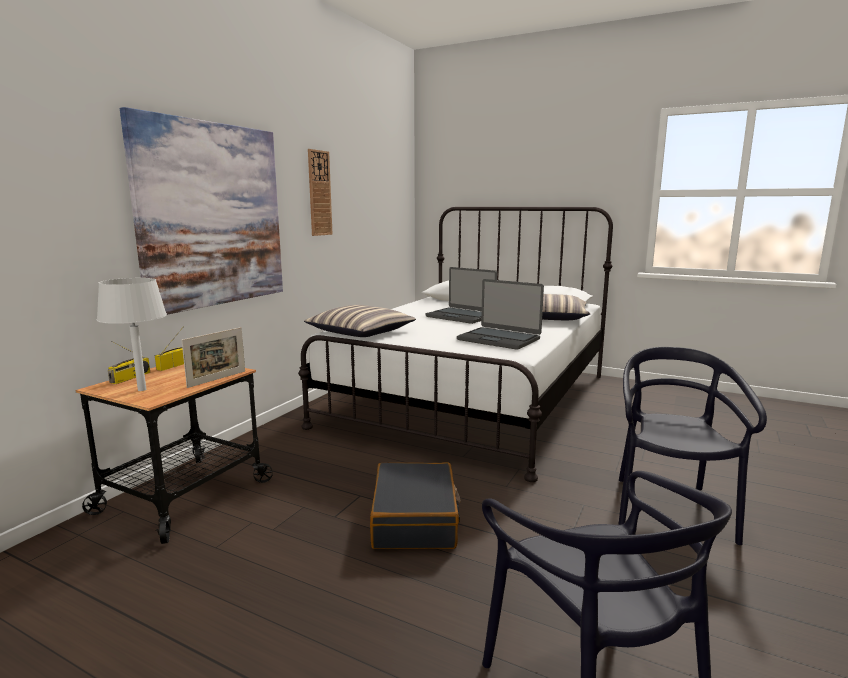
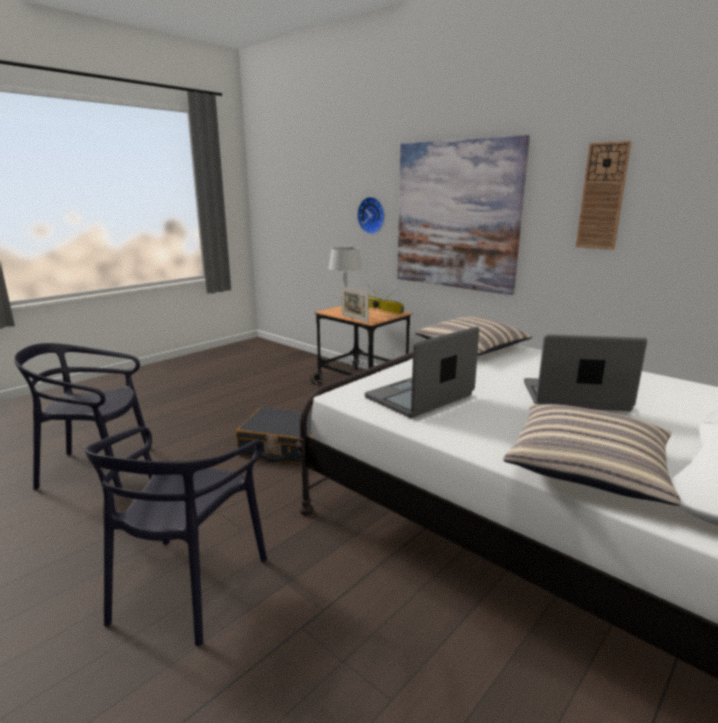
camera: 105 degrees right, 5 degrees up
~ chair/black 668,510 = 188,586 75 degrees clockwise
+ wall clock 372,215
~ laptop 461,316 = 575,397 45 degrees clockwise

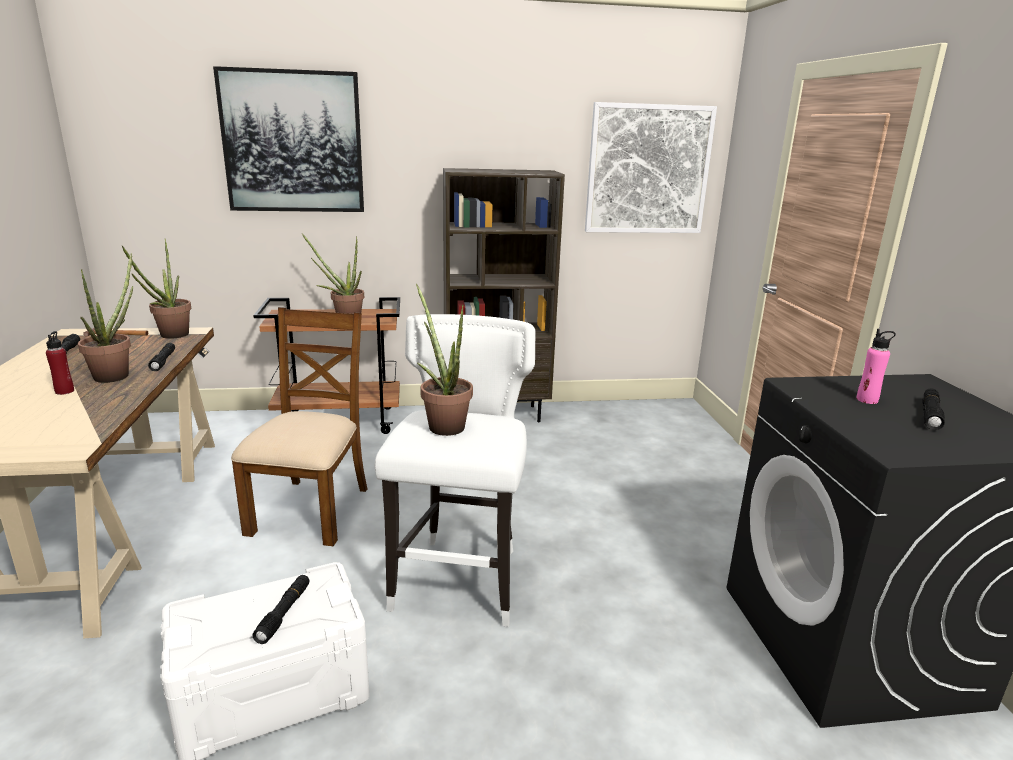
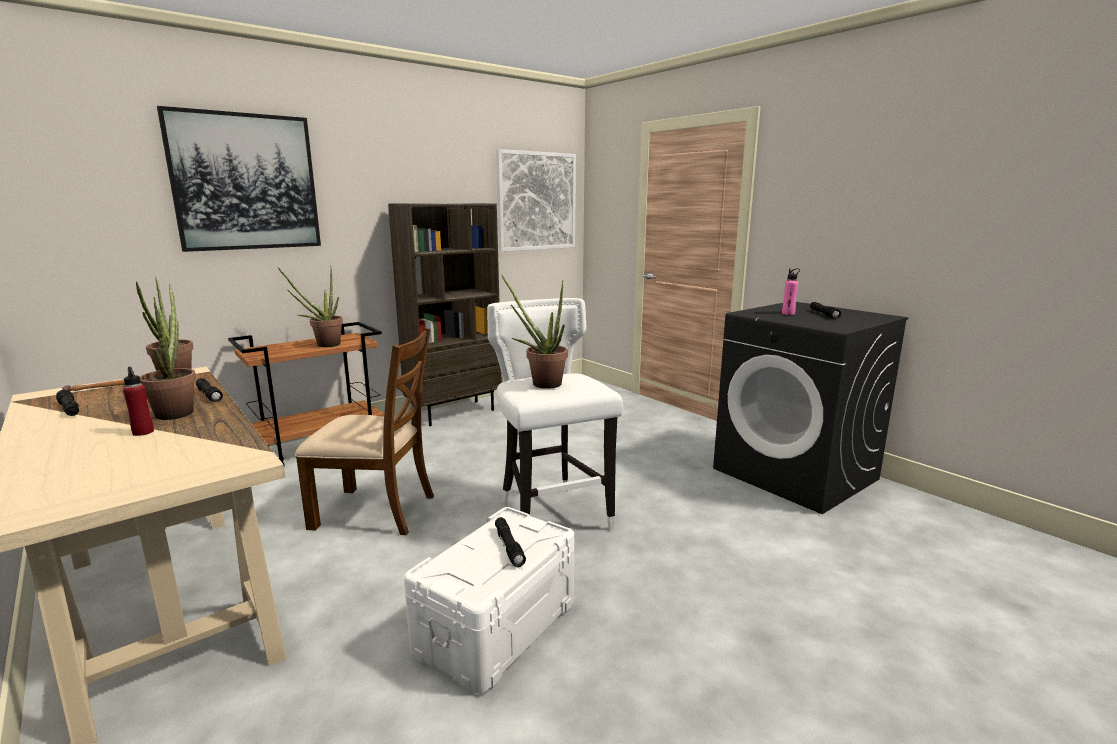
camera: 30 degrees left, 5 degrees down
~ chair/brown 311,510 = 376,511 120 degrees clockwise

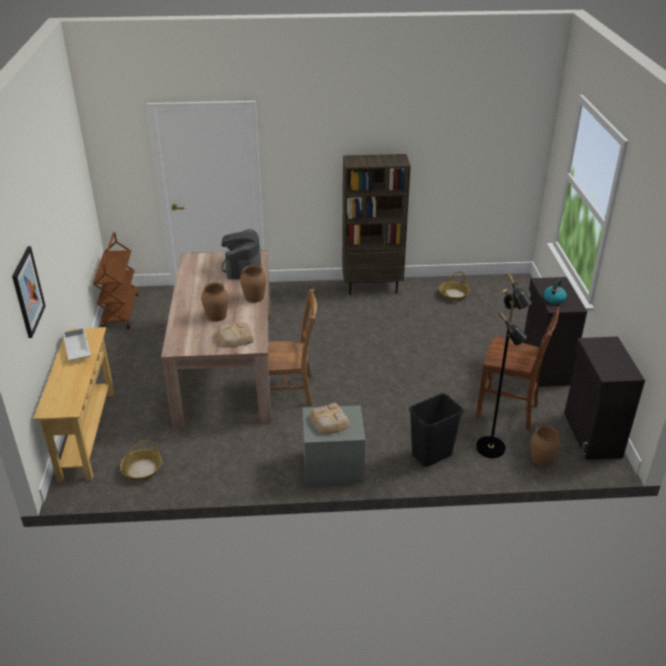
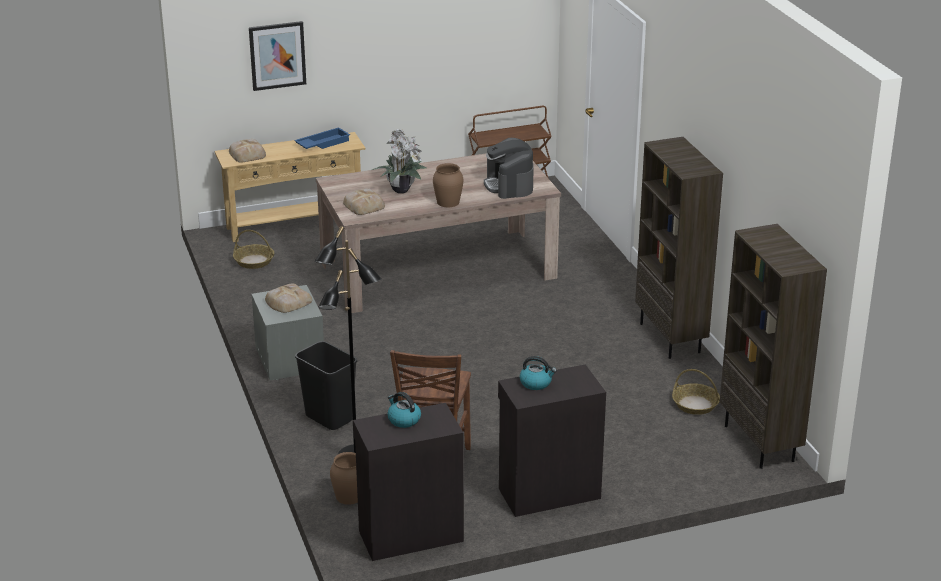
camera: 75 degrees right, 5 degrees down
+ bread 247,154
~ tray/white 76,348 to tray/blue 322,143
~ vase/brown 216,316 to potted plant 400,189
+ kettle 403,420
~ coffee machine 242,268 = 509,185 90 degrees counterclockwise
+ bookcase/brown 760,443
- chair/brown 290,390

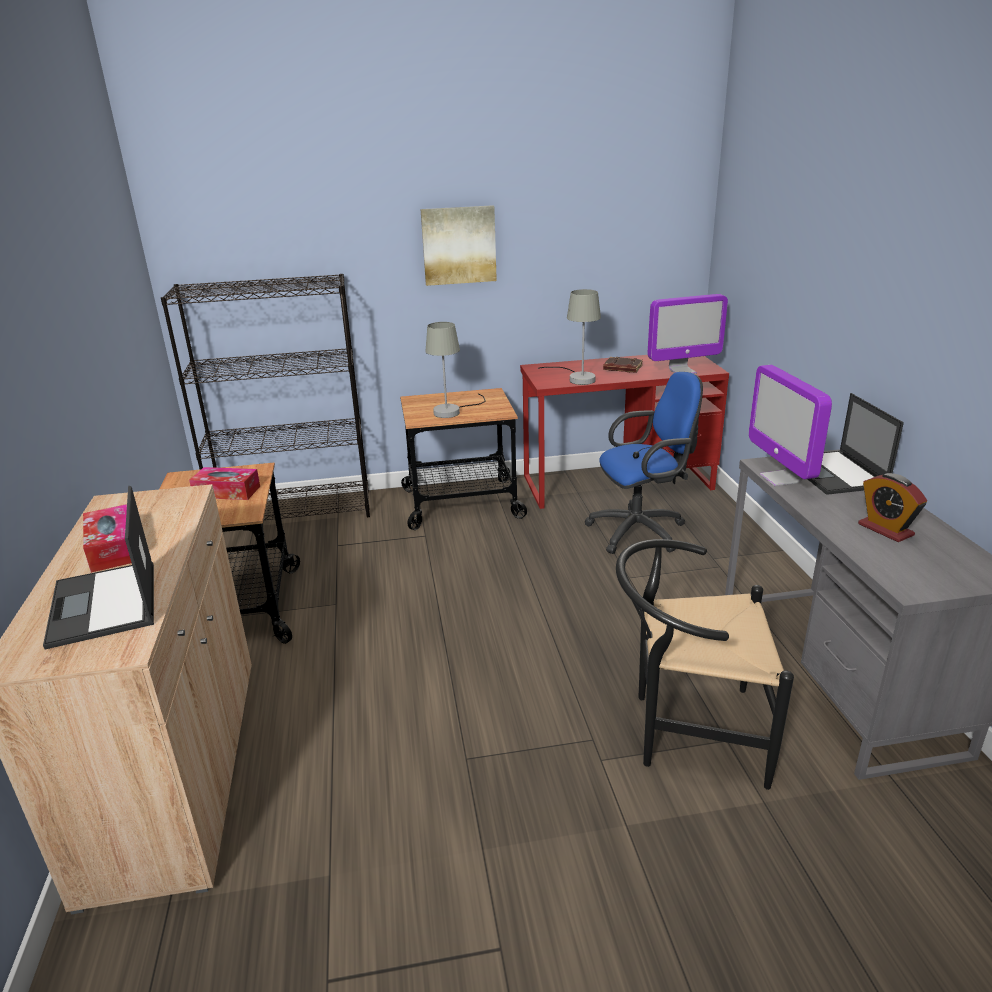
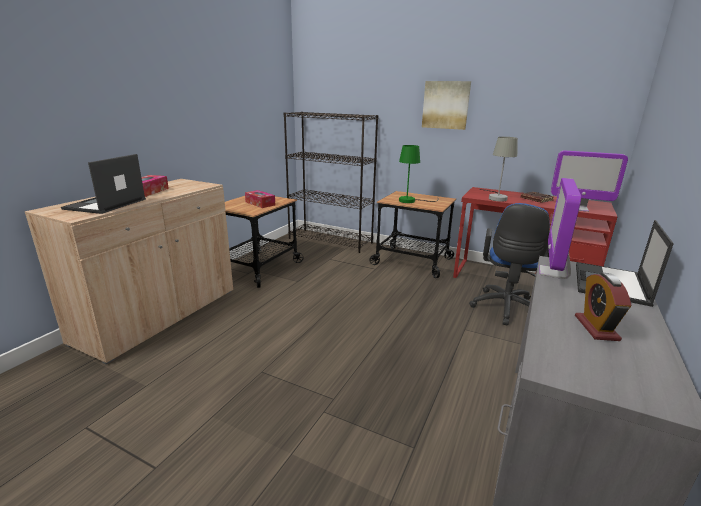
camera: 35 degrees right, 5 degrees down
~ table lamp/grey 453,411 to table lamp/green 411,201
~ office chair/blue 642,531 = 505,309 90 degrees clockwise
- chair/black 686,731

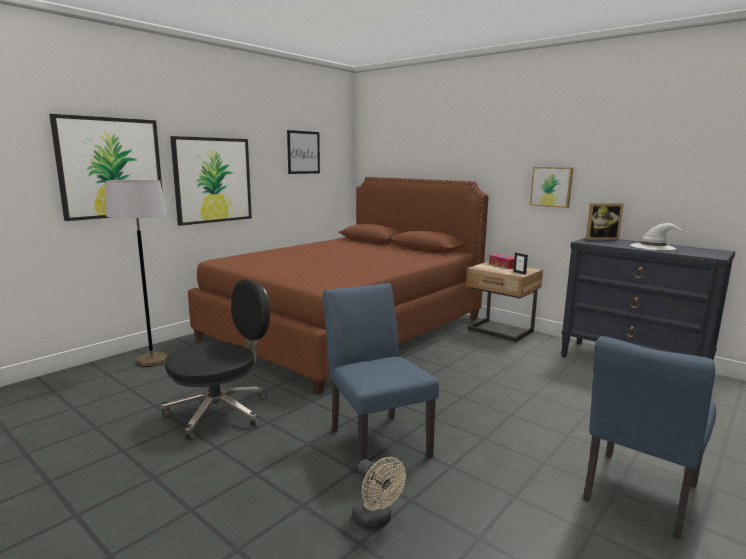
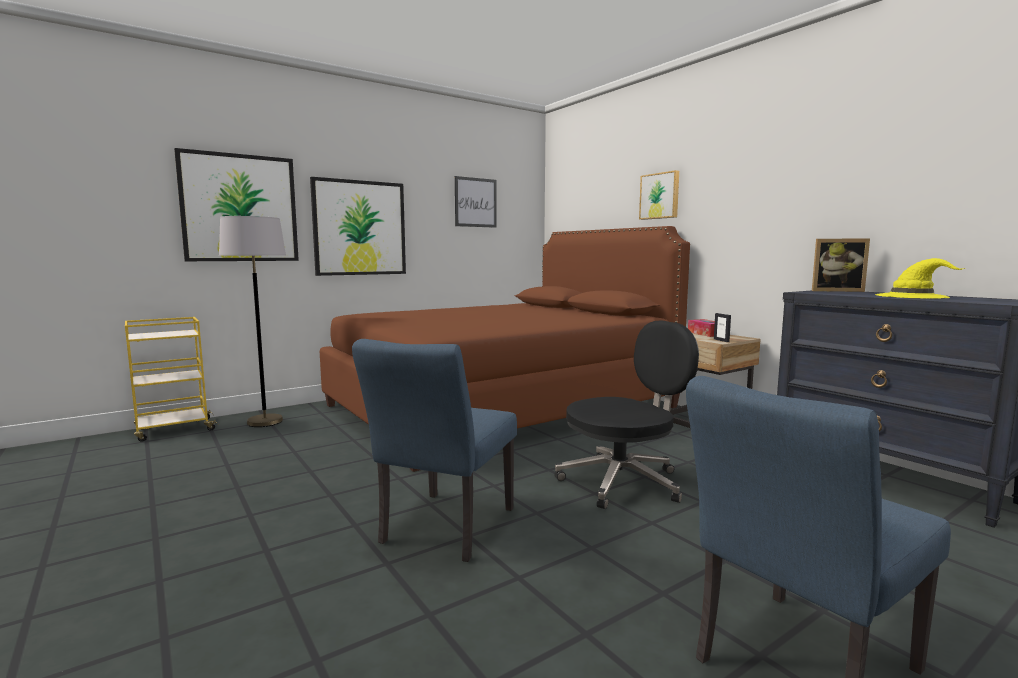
camera: 15 degrees right, 5 degrees down
+ cart/yellow 173,430
~ chair/blue 376,439 = 443,530 150 degrees counterclockwise
~ office chair/black 220,412 to 623,482
~ picture 551,186 to 660,196
~ hat/white 653,247 to hat/yellow 912,296
- fan/beige 376,520

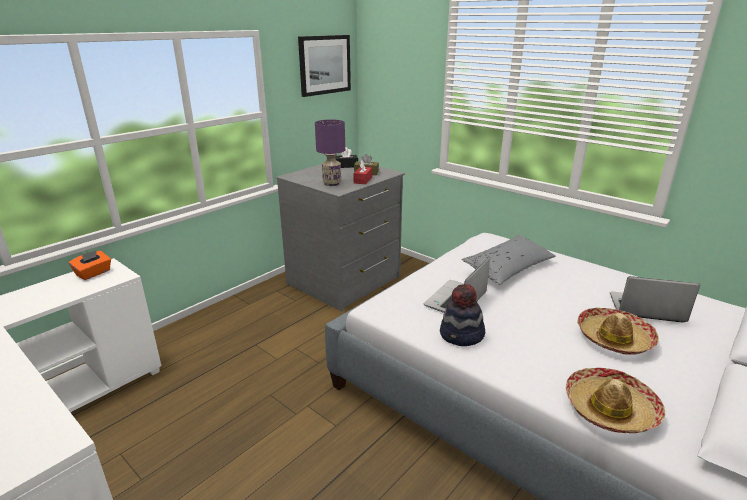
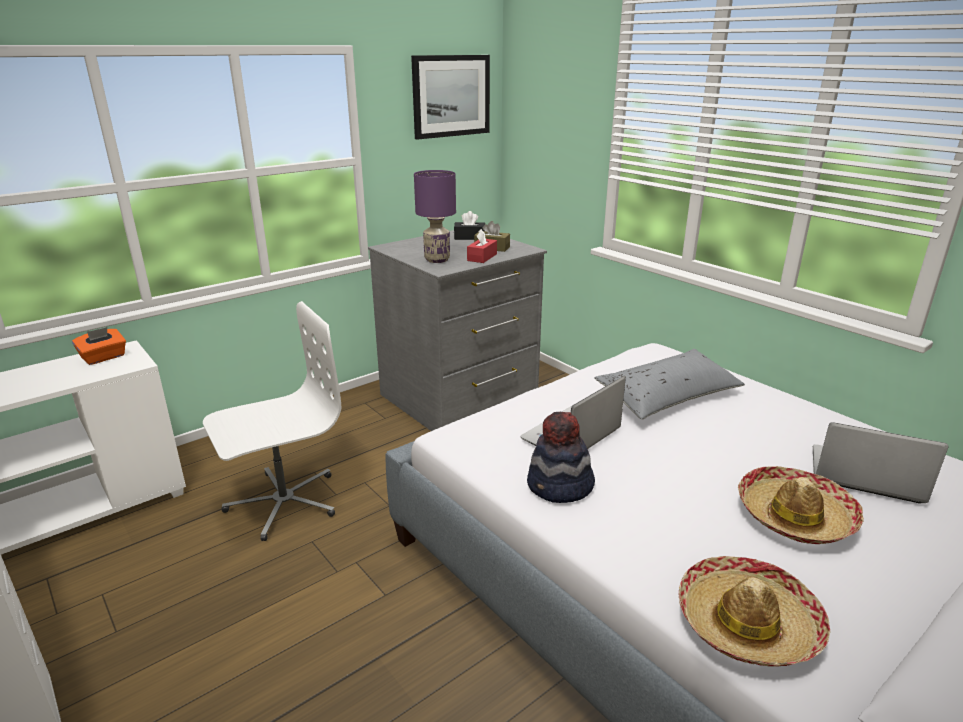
camera: 10 degrees right, 0 degrees up
+ office chair/white 283,502

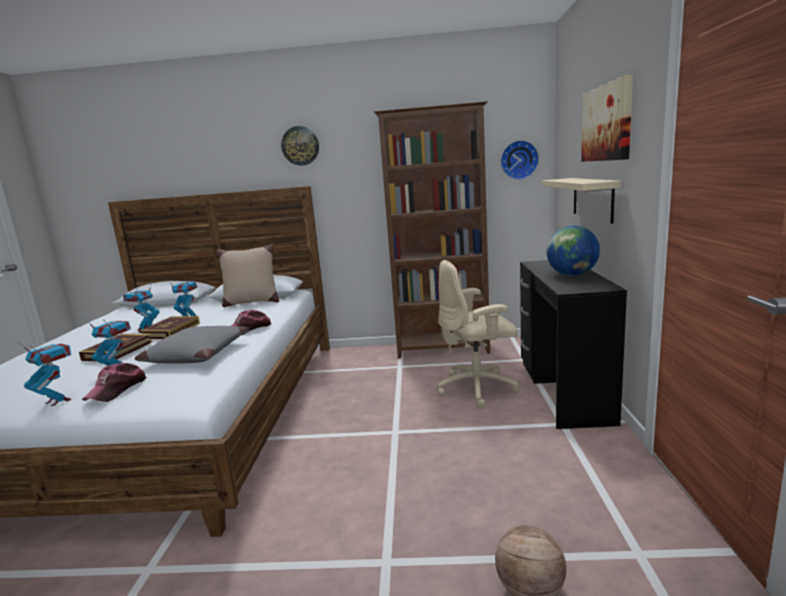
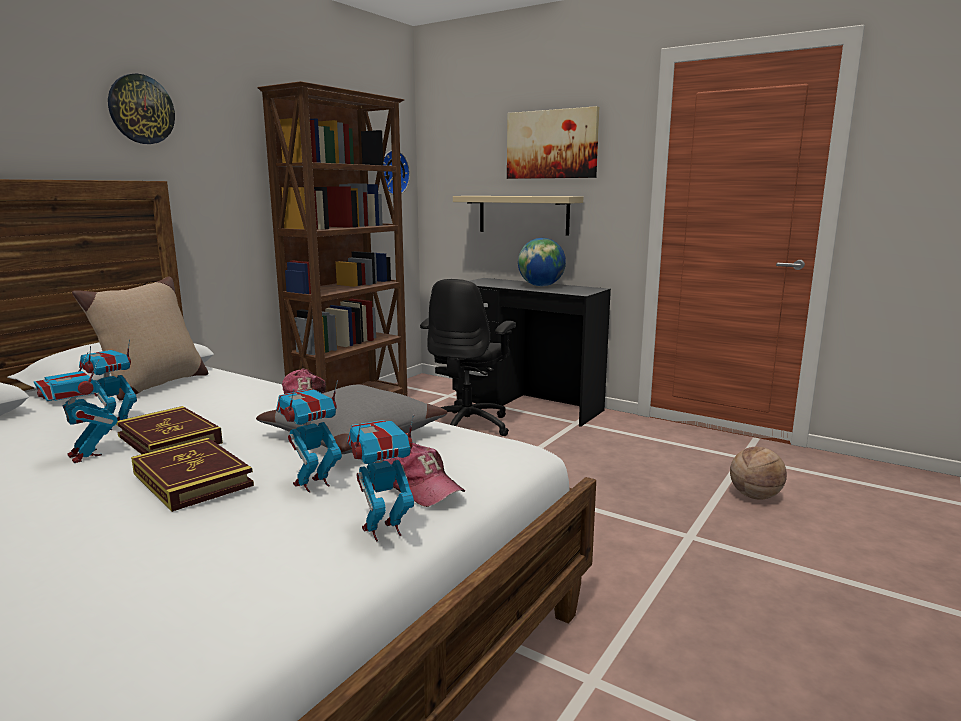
camera: 60 degrees left, 0 degrees up
~ office chair/beige 478,388 to office chair/black 468,426

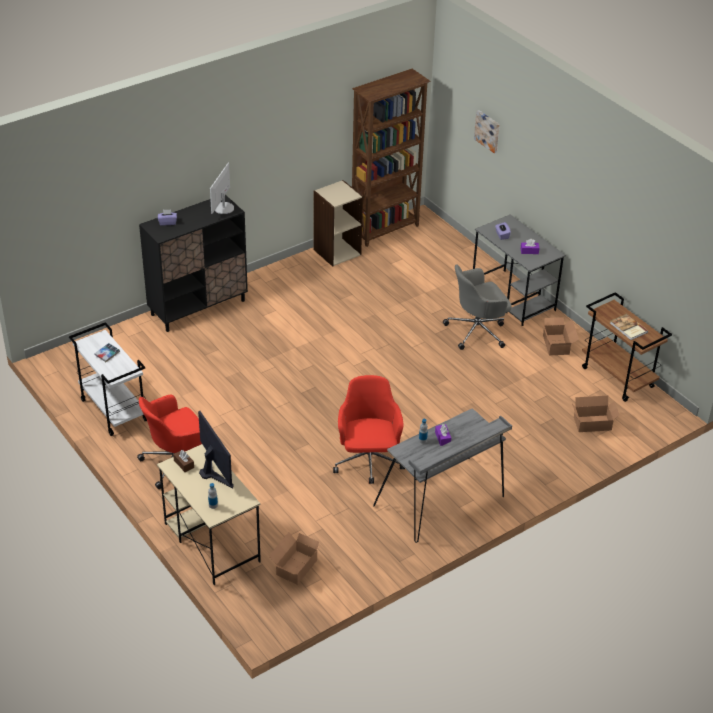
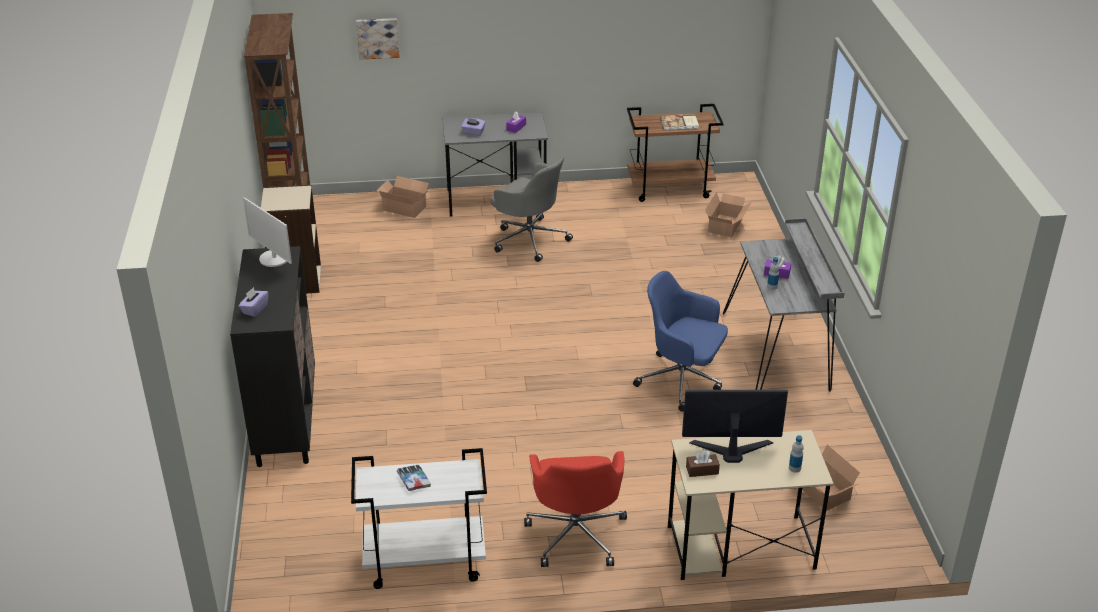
camera: 60 degrees left, 5 degrees down
~ cardboard box 557,344 to 404,207
~ office chair/grey 477,331 = 529,239 60 degrees counterclockwise
~ office chair/red 368,462 to office chair/blue 682,381

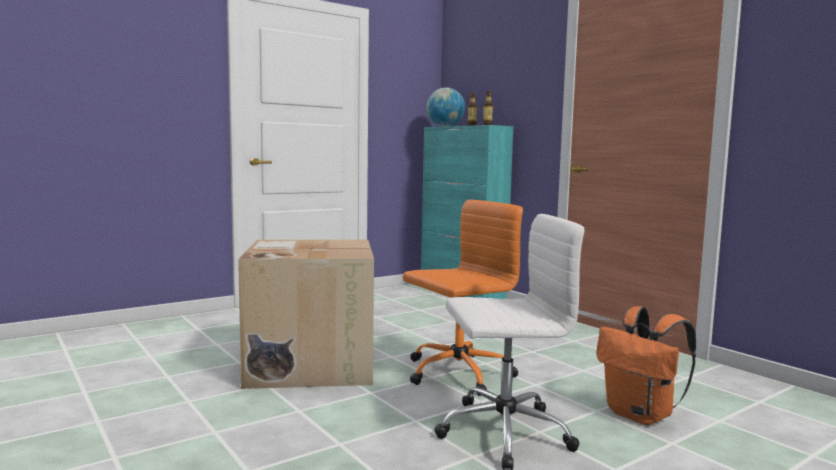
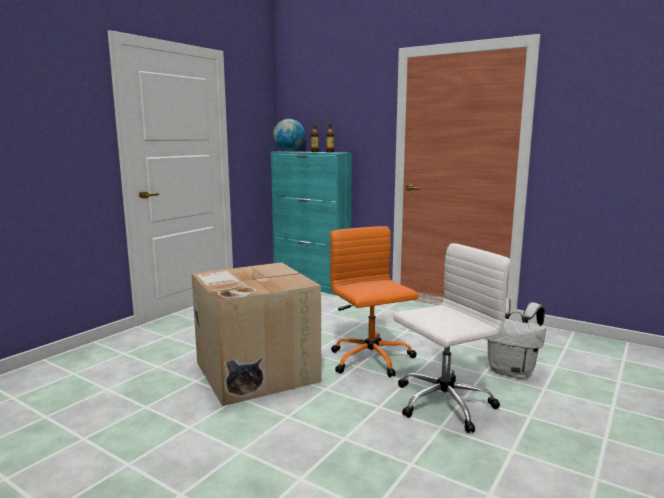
camera: 20 degrees left, 5 degrees up
~ office chair/orange 456,374 = 371,360 60 degrees counterclockwise
~ backpack/orange 641,415 to backpack/white 512,371

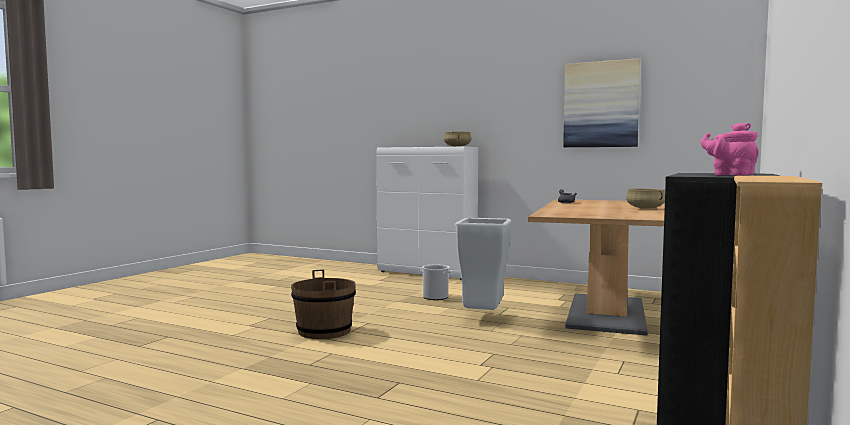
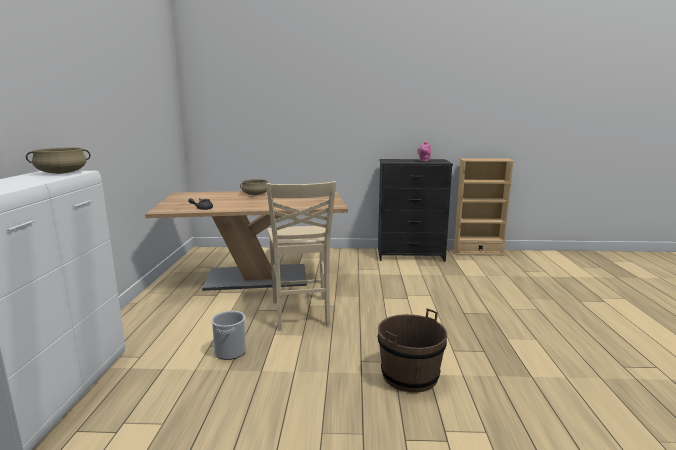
camera: 115 degrees left, 10 degrees up
~ trash can/grey 483,318 to chair/beige 301,314
- picture 601,104

